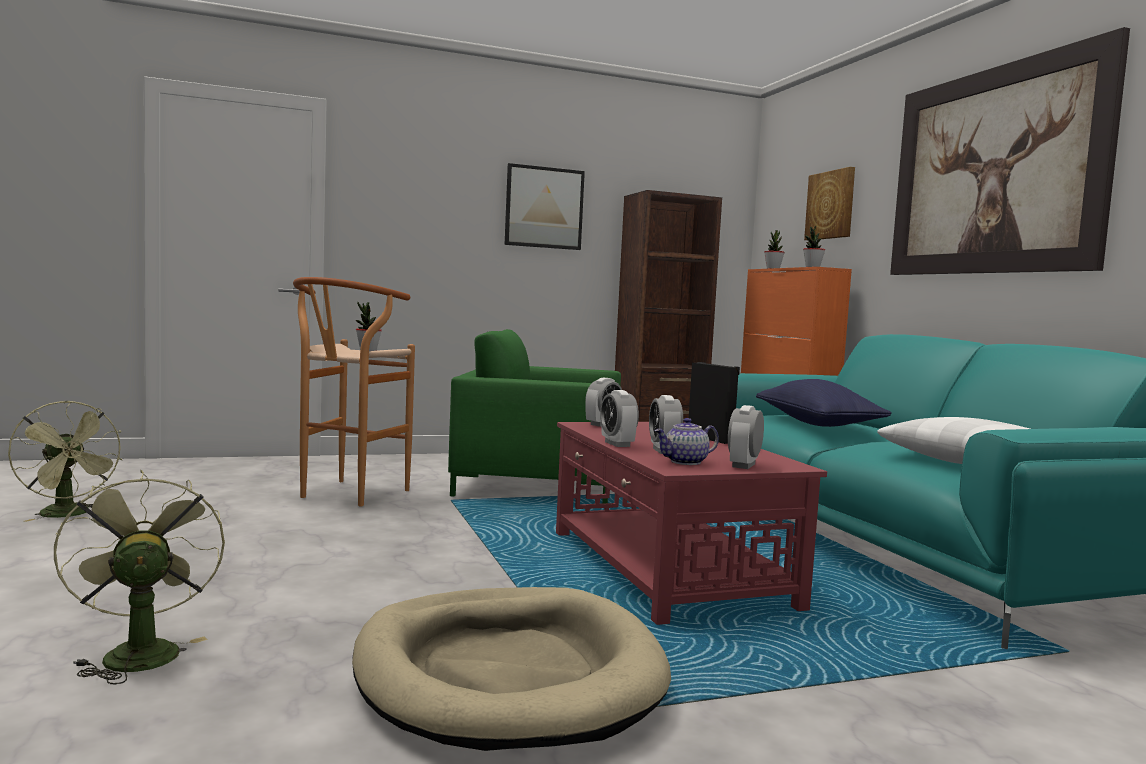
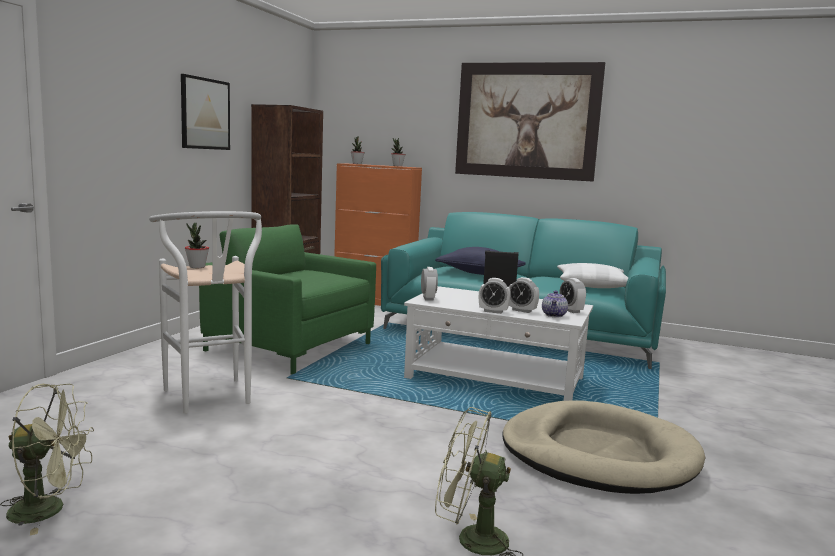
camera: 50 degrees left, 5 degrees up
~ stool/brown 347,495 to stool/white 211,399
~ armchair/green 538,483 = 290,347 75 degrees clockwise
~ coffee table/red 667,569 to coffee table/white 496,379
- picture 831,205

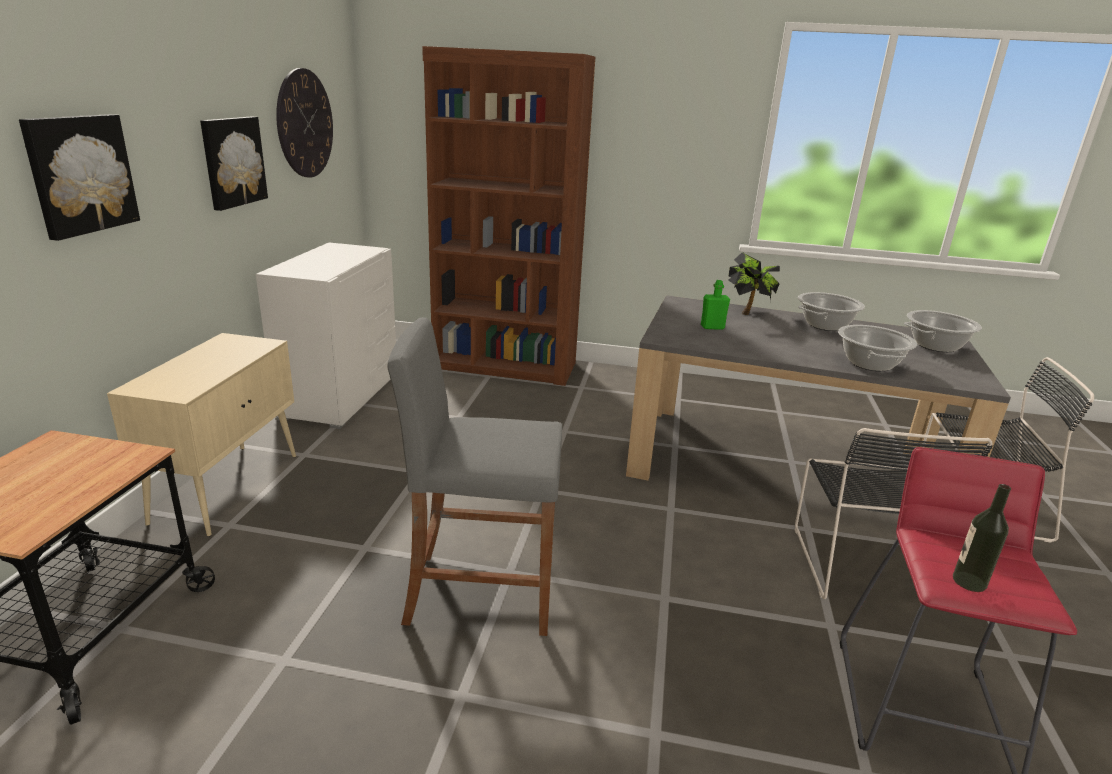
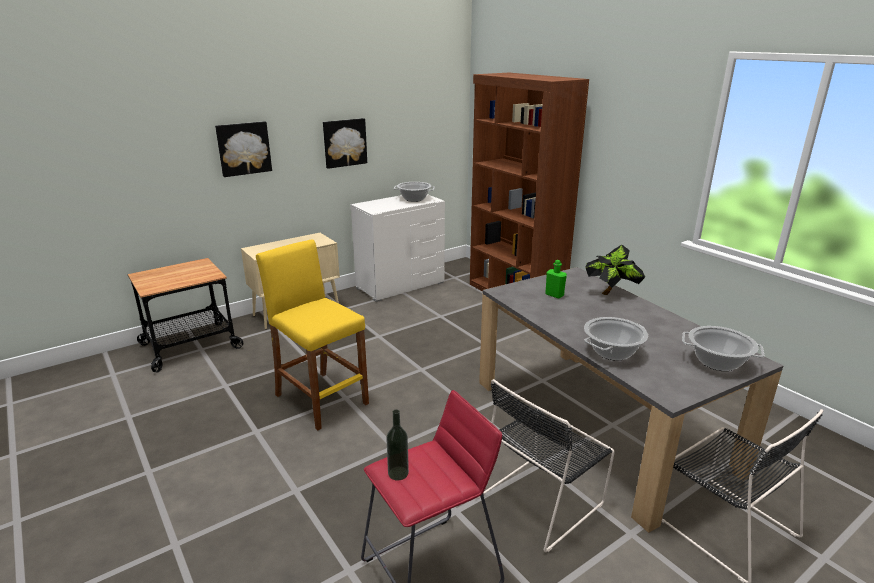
camera: 45 degrees right, 0 degrees up
~ stool/grey 480,592 to stool/yellow 321,399
~ cooking pot 825,325 to 414,199
- wall clock 305,124

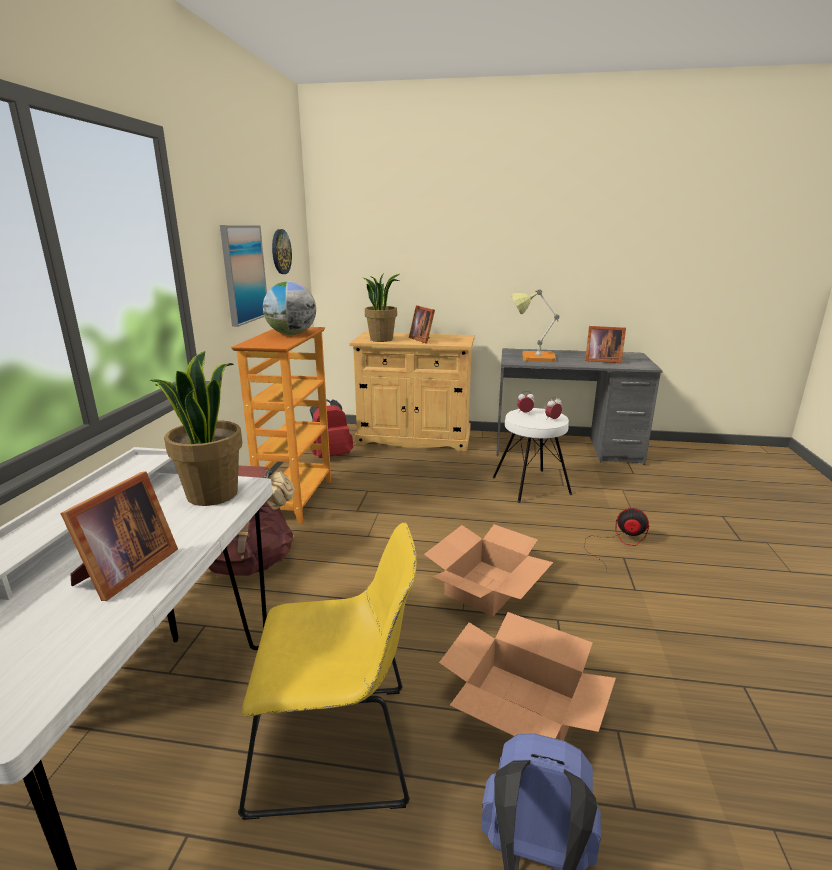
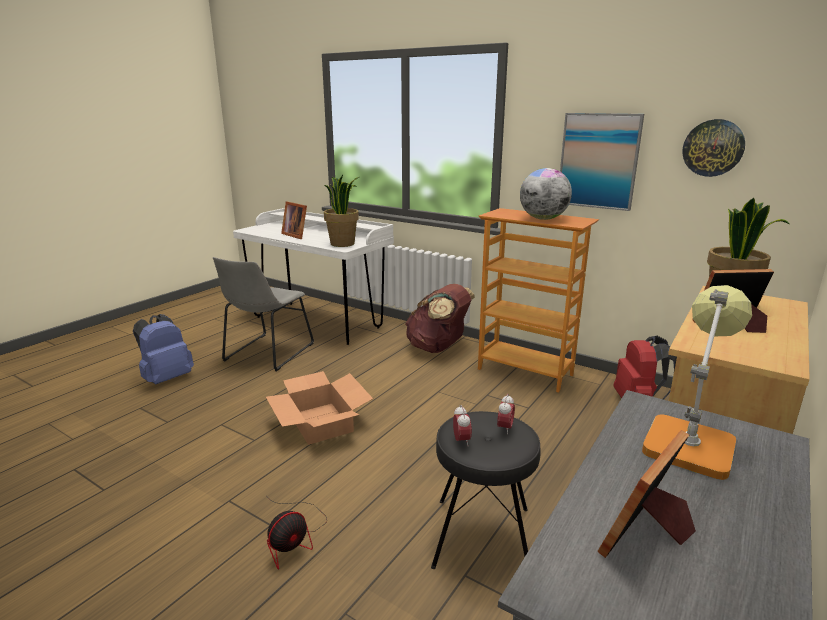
camera: 115 degrees right, 0 degrees up
~ chair/yellow 339,747 to chair/grey 267,353
~ stool/white 530,486 to stool/black 481,536
- cardboard box 522,707

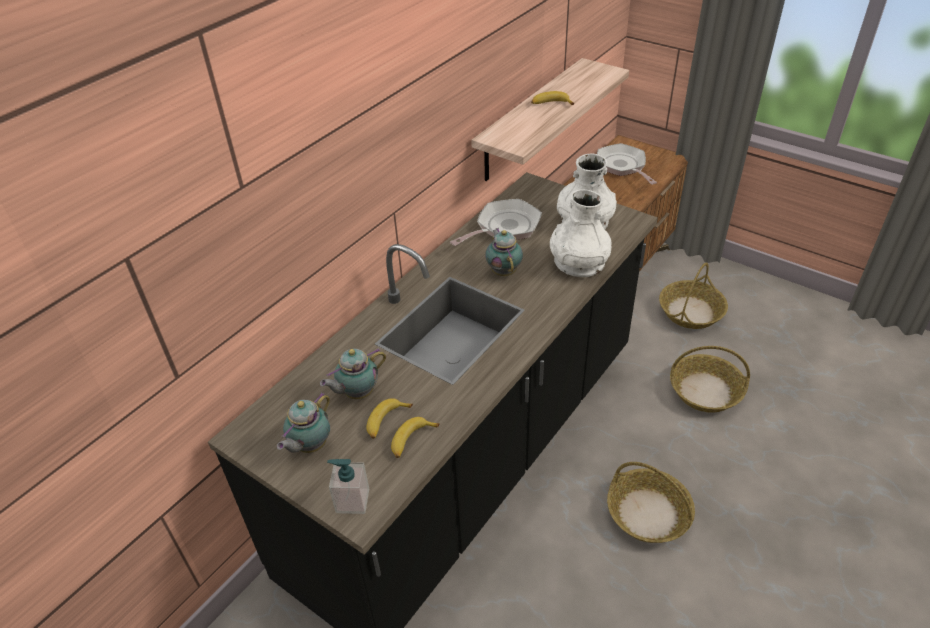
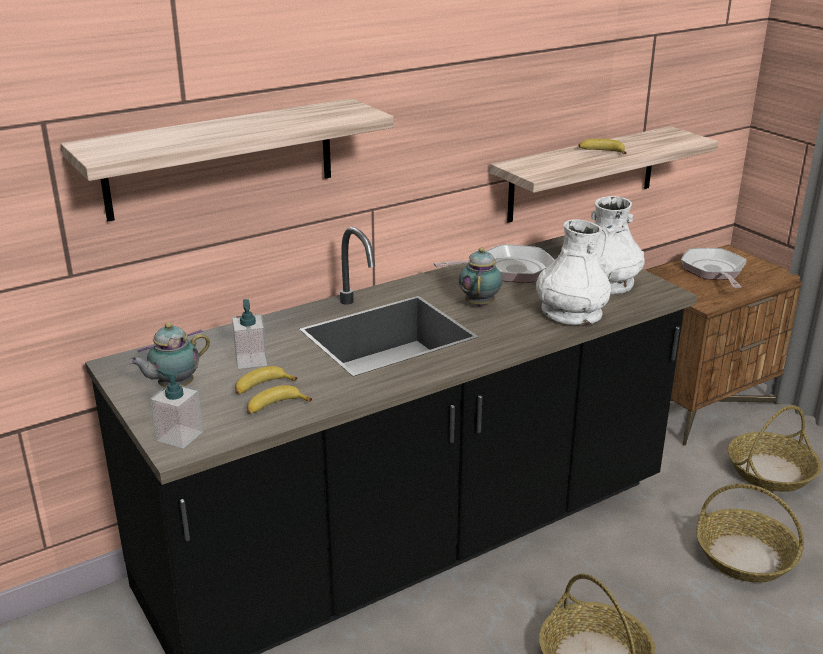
camera: 20 degrees right, 15 degrees down
+ shelf 221,158
~ teapot 357,393 to soap dispenser 251,360

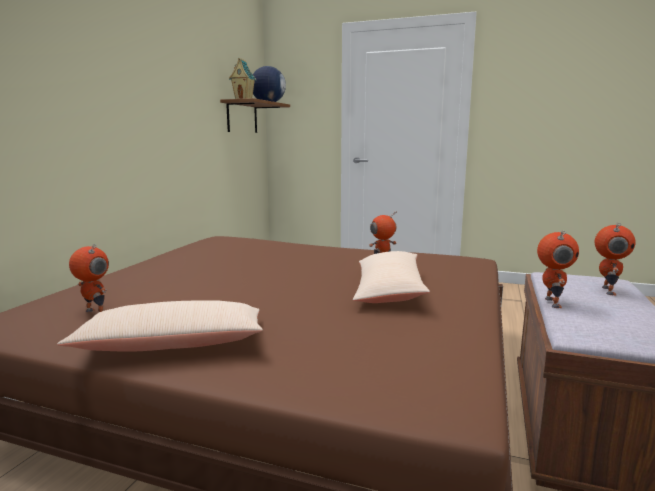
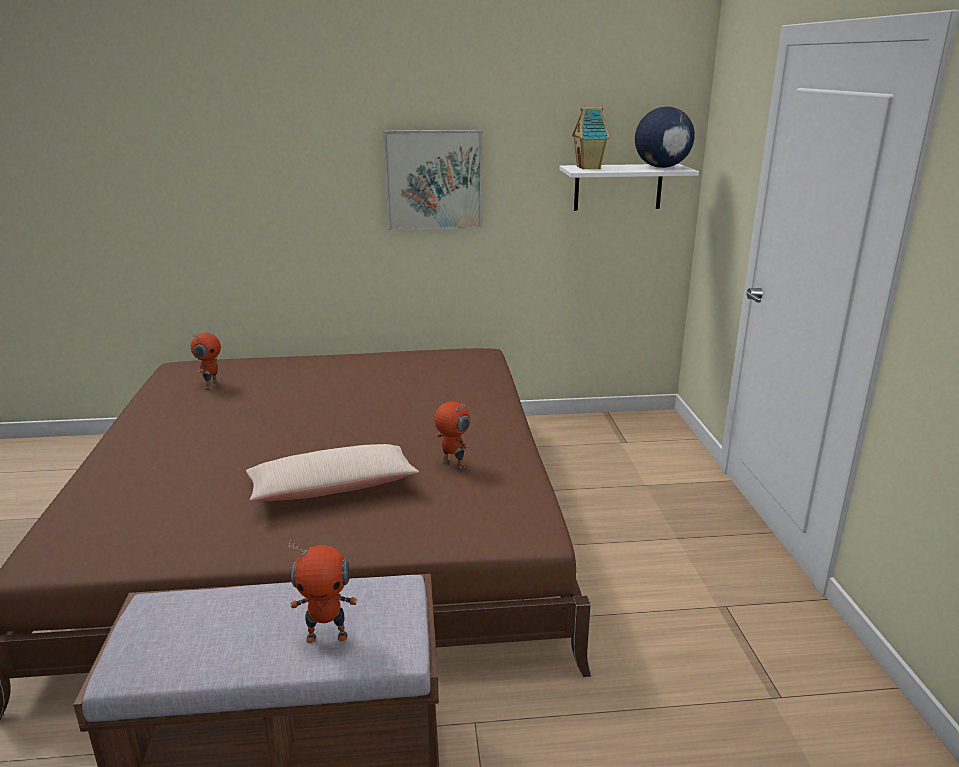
camera: 65 degrees right, 10 degrees up
+ picture 434,180
~ shelf/brown 242,117 to shelf/white 618,187
- pillow/beige 173,345
- toy robot 551,303

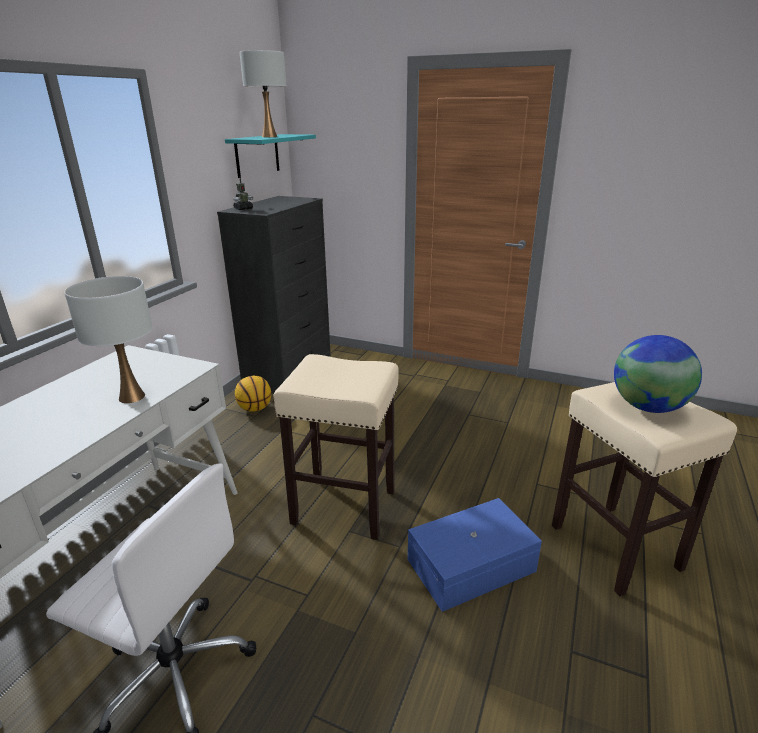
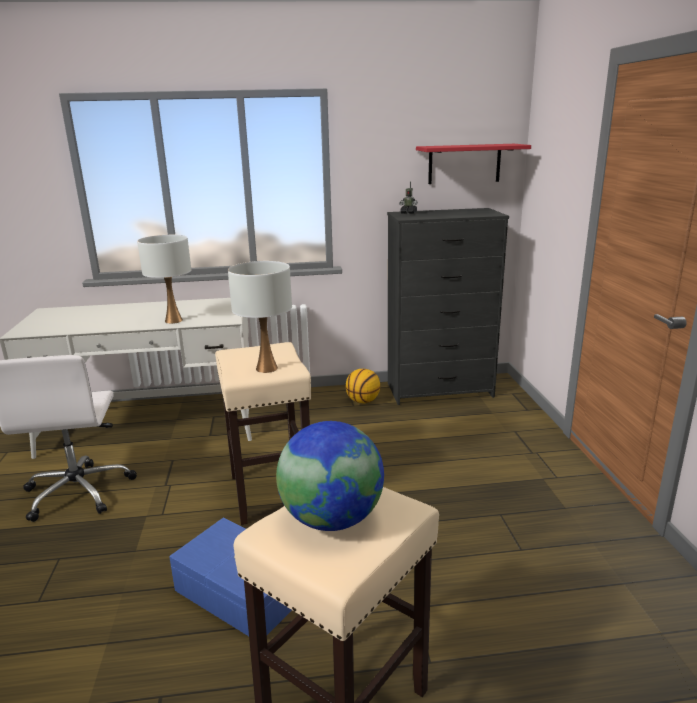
camera: 60 degrees right, 5 degrees down
~ table lamp/white 269,137 to 266,368
~ shelf/turquoise 257,155 to shelf/red 464,164

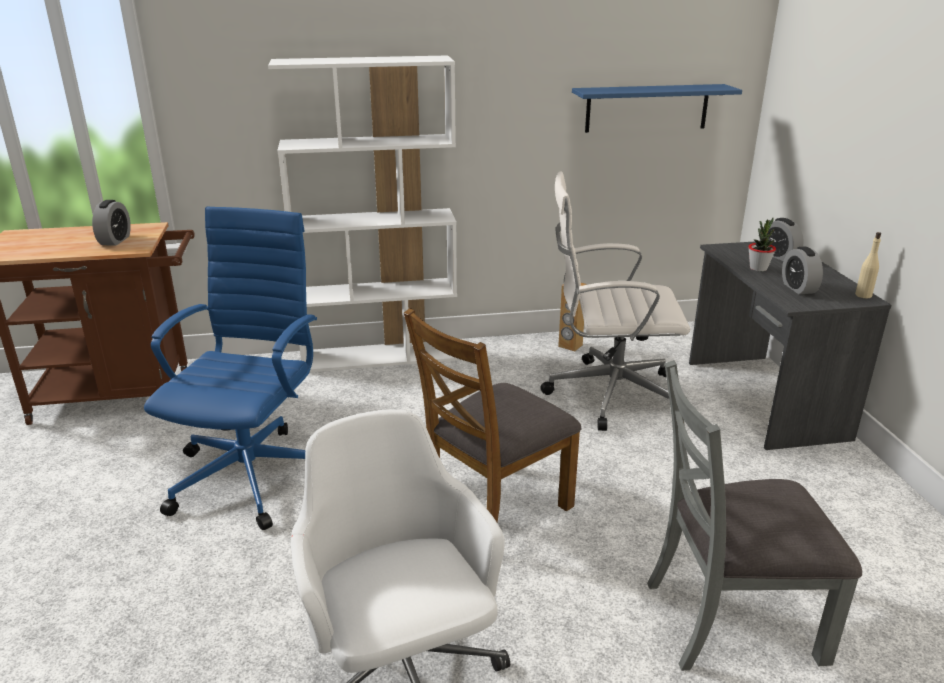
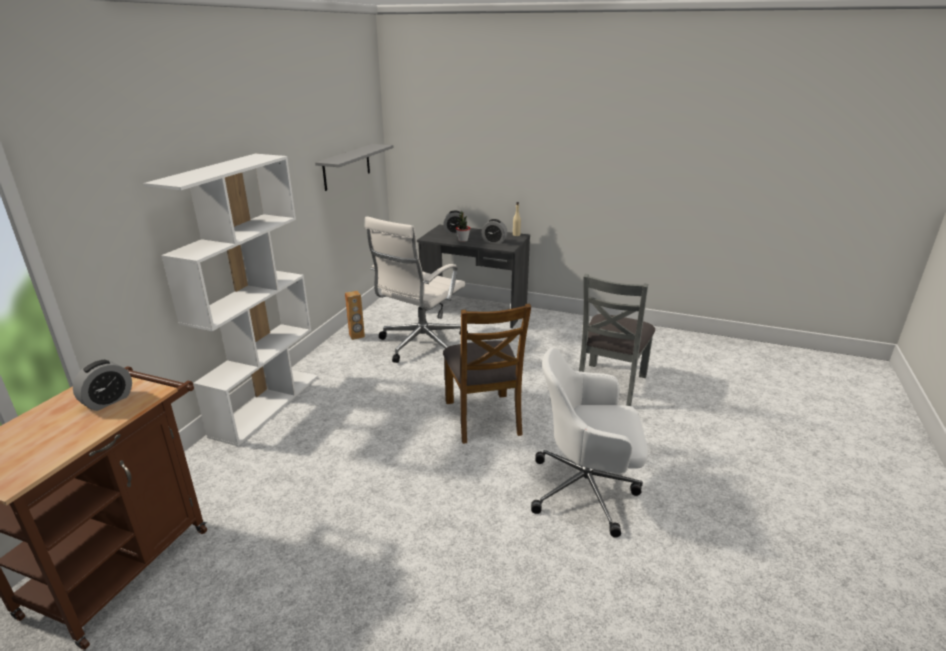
camera: 60 degrees left, 0 degrees up
~ alarm clock 115,240 = 108,401 90 degrees clockwise
~ shelf/blue 647,108 to shelf/grey 347,167
- office chair/blue 253,474

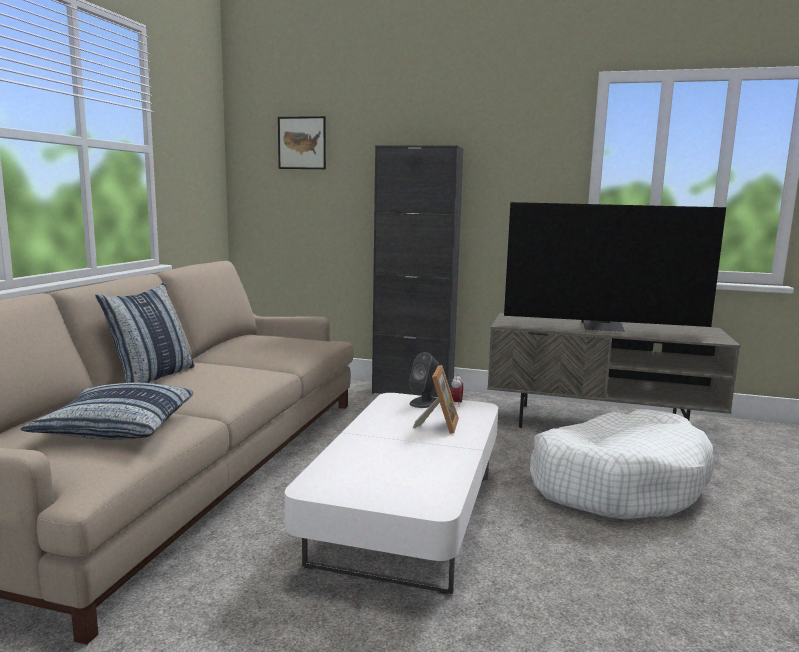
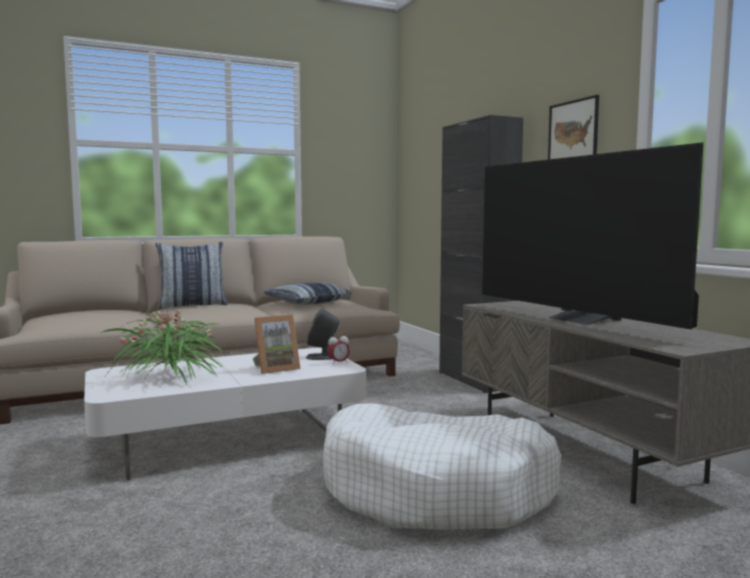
camera: 50 degrees right, 5 degrees down
+ potted plant 170,376
~ pillow 116,427 to 307,302
~ picture 302,143 to 573,134

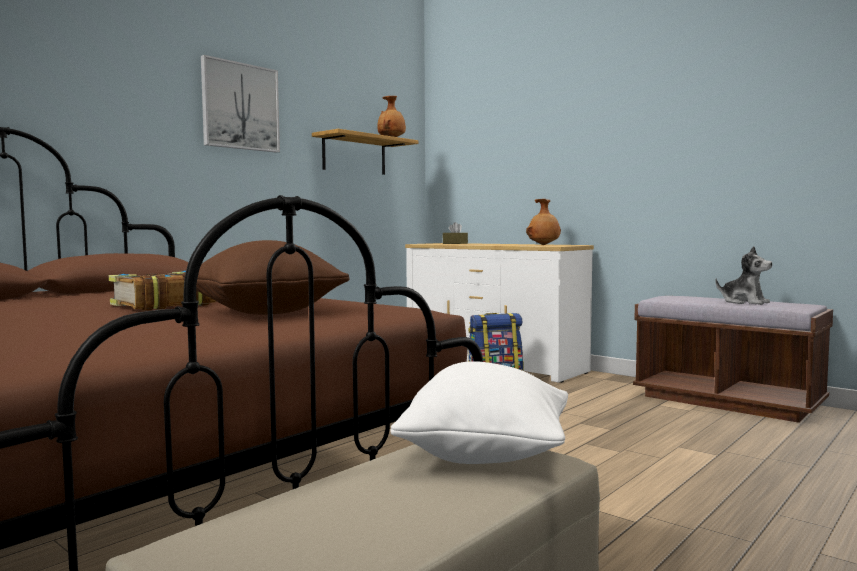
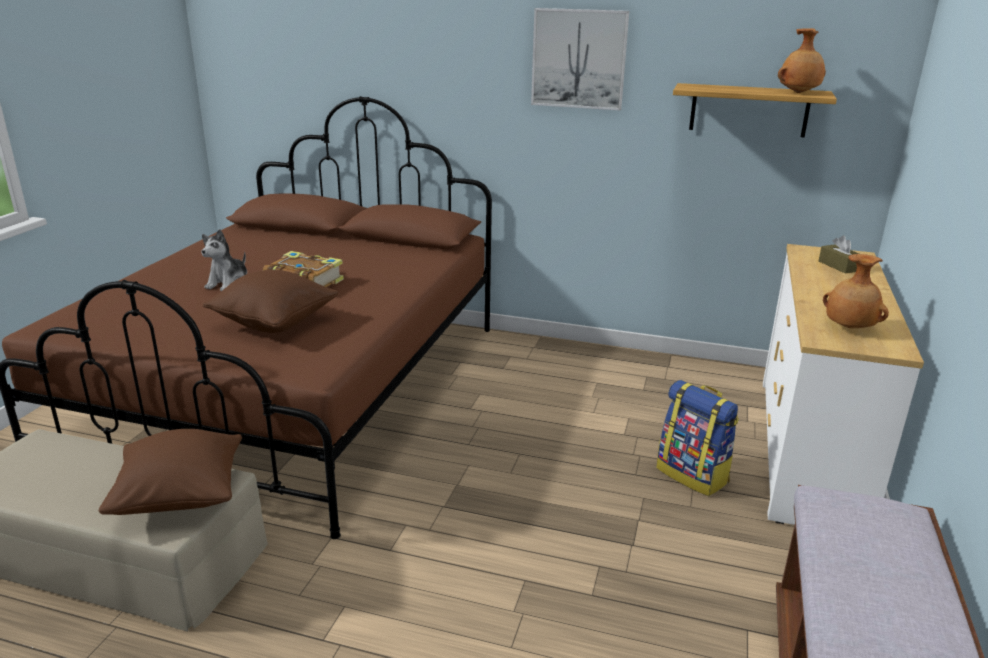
camera: 65 degrees right, 20 degrees up
~ pillow/white 487,456 to pillow/brown 180,498
~ plush toy 744,302 to 229,283

